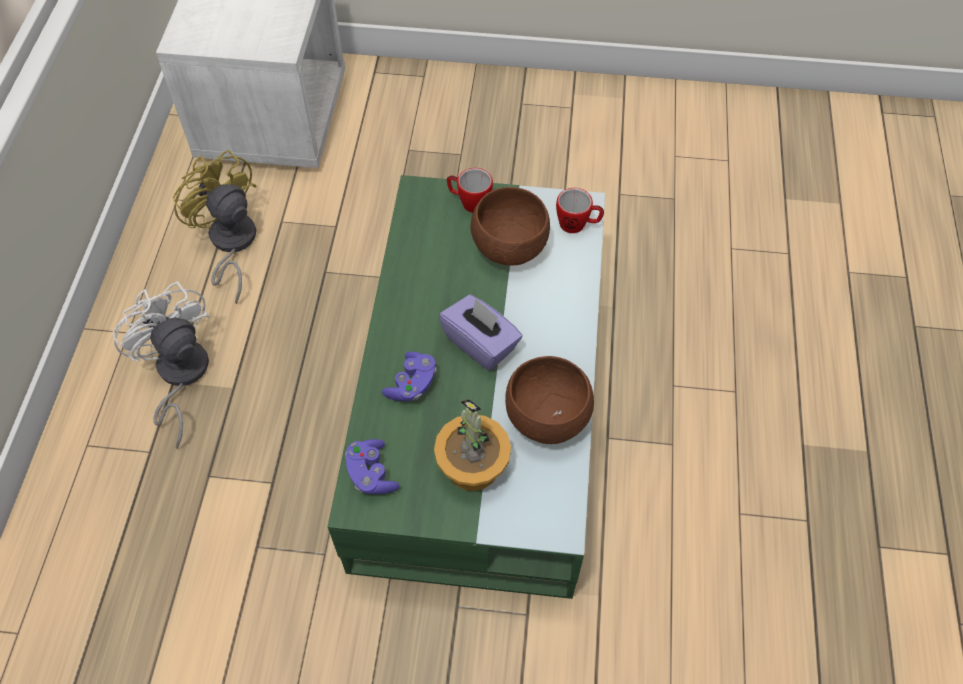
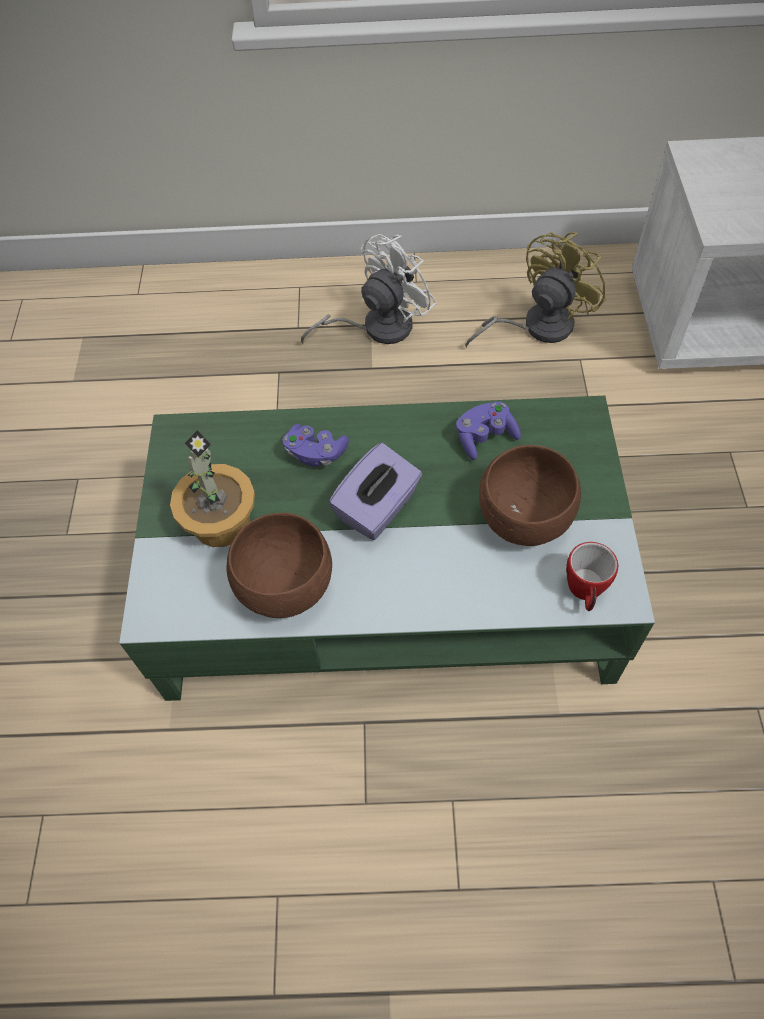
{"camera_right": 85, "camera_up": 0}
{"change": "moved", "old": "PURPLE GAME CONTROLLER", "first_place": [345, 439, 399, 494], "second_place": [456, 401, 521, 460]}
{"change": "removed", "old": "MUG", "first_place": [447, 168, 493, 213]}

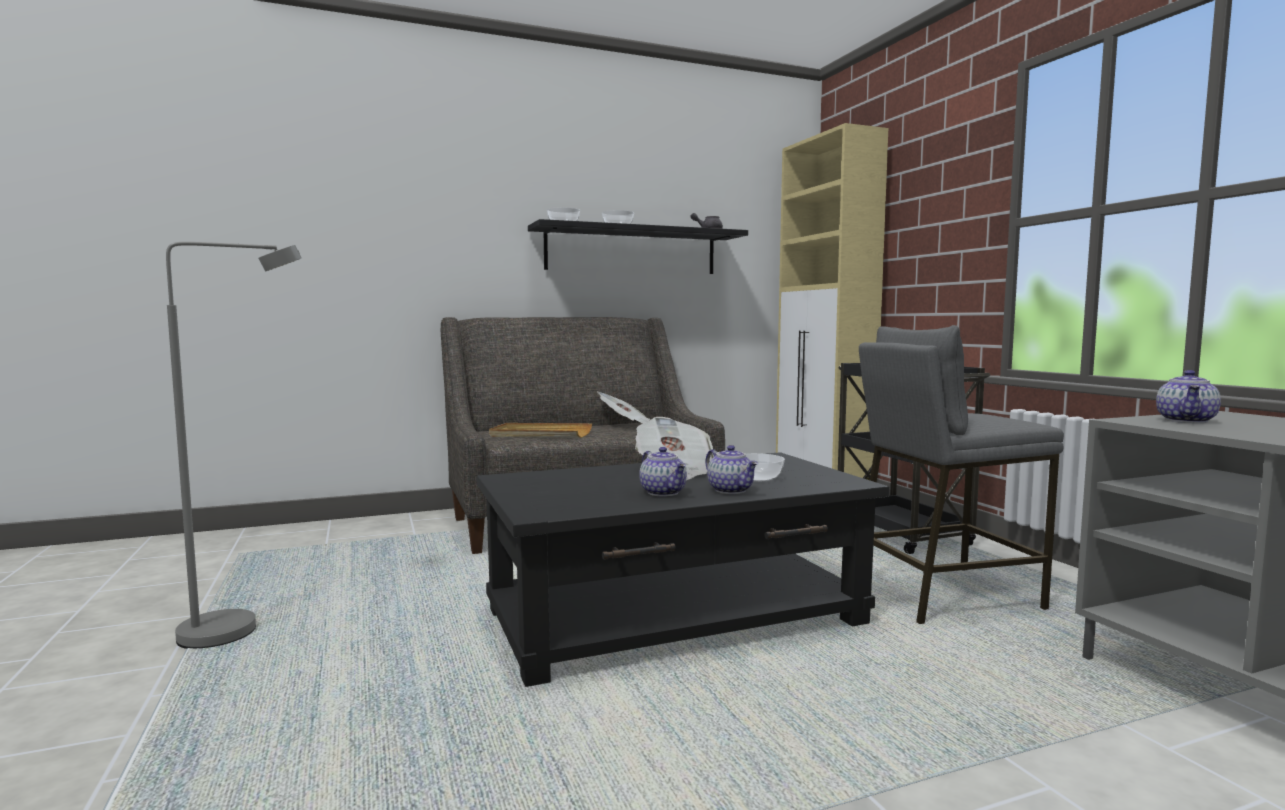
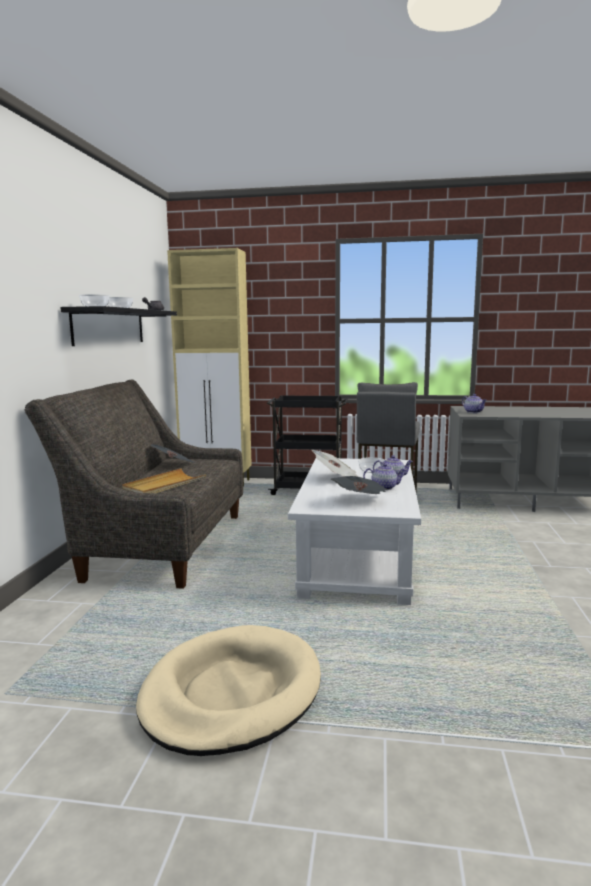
{"camera_right": -60, "camera_up": 5}
{"change": "replaced", "old": "GREY FLOOR LAMP", "new": "BEIGE DOG BED", "first_place": [166, 242, 301, 649], "second_place": [136, 625, 321, 756]}
{"change": "recoloured", "old": "BLACK COFFEE TABLE", "new": "WHITE COFFEE TABLE", "first_place": [476, 452, 889, 687], "second_place": [288, 458, 421, 605]}
{"change": "added", "new": "NEWSPAPER", "second_place": [331, 476, 387, 494]}

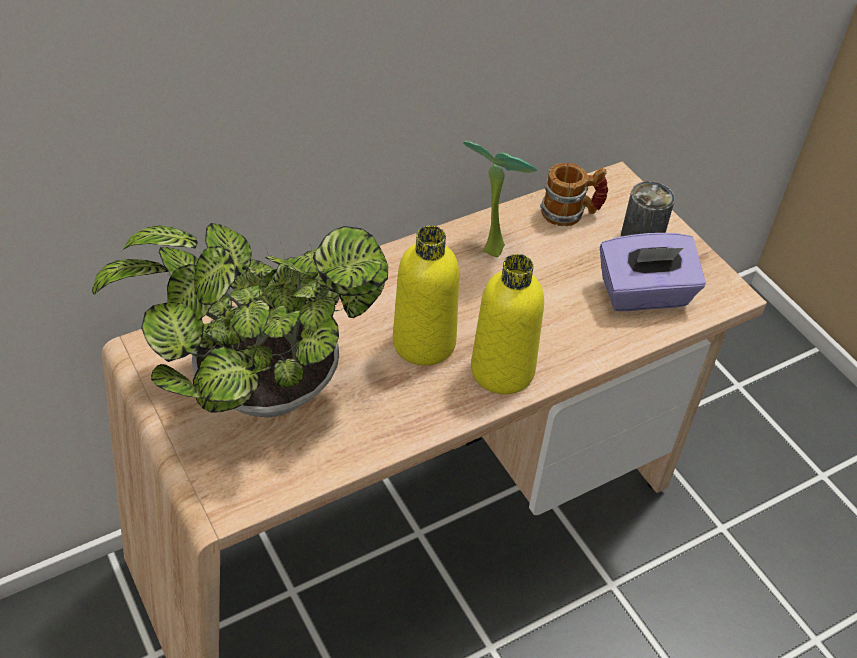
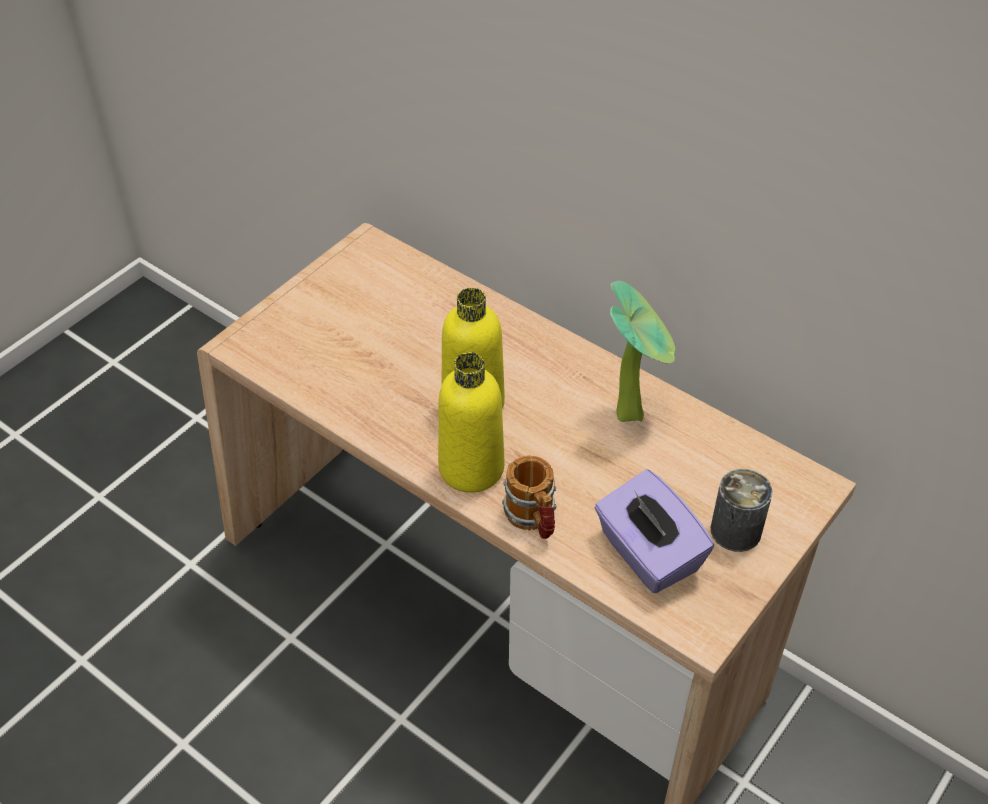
{"camera_right": 70, "camera_up": 0}
{"change": "removed", "old": "POTTED PLANT", "first_place": [92, 223, 388, 417]}
{"change": "moved", "old": "MUG", "first_place": [540, 163, 608, 226], "second_place": [502, 455, 557, 539]}

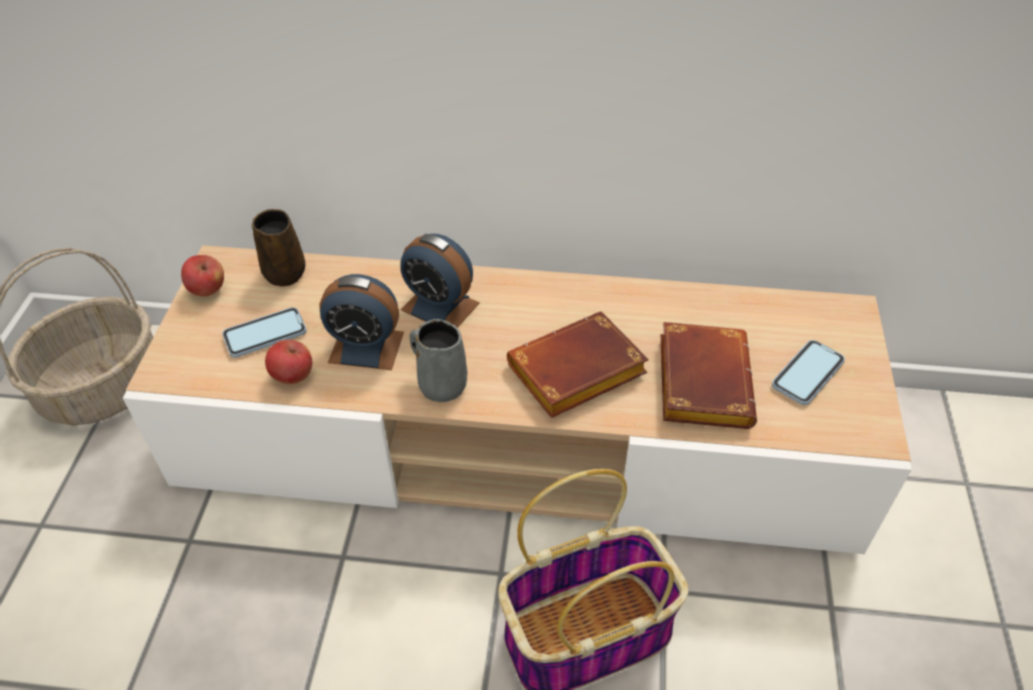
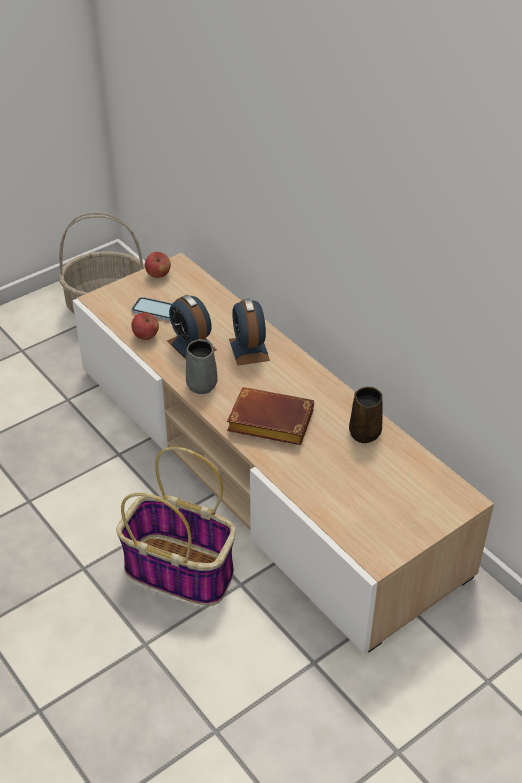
{"camera_right": 45, "camera_up": -5}
{"change": "moved", "old": "BROWN MUG", "first_place": [252, 209, 305, 286], "second_place": [349, 387, 382, 443]}
{"change": "removed", "old": "BROWN BOOK", "first_place": [661, 322, 757, 429]}
{"change": "removed", "old": "PHONE", "first_place": [772, 340, 845, 405]}

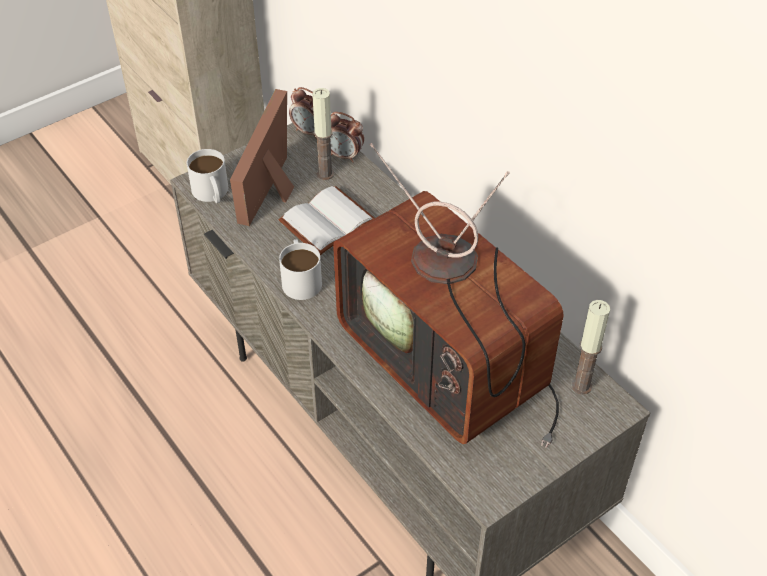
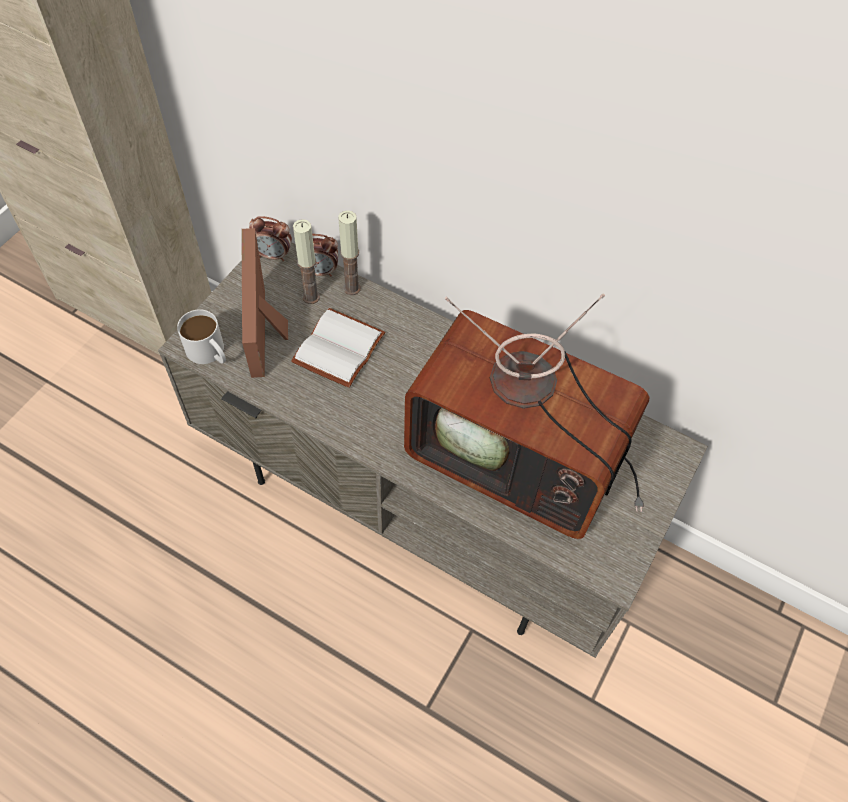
{"camera_right": -25, "camera_up": 10}
{"change": "removed", "old": "WHITE MUG", "first_place": [279, 239, 322, 300]}
{"change": "moved", "old": "CANDLE", "first_place": [571, 300, 610, 395], "second_place": [338, 210, 361, 295]}

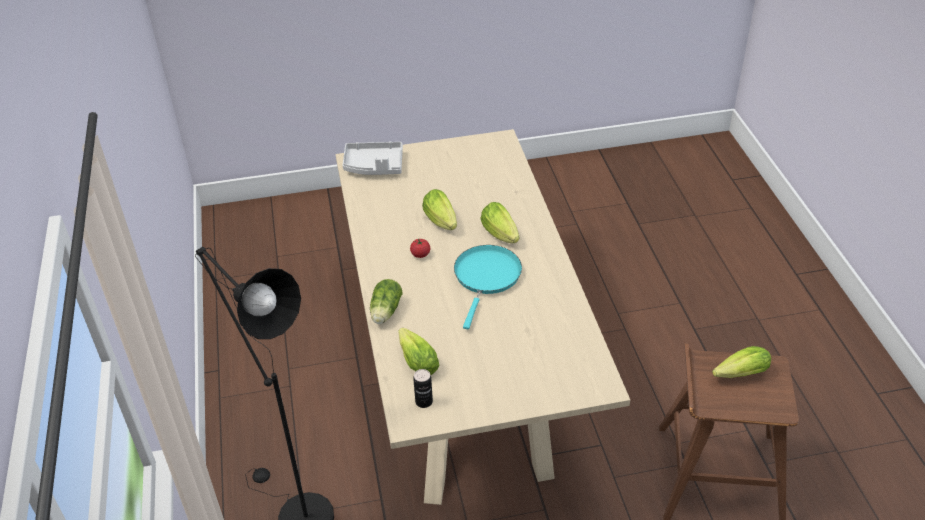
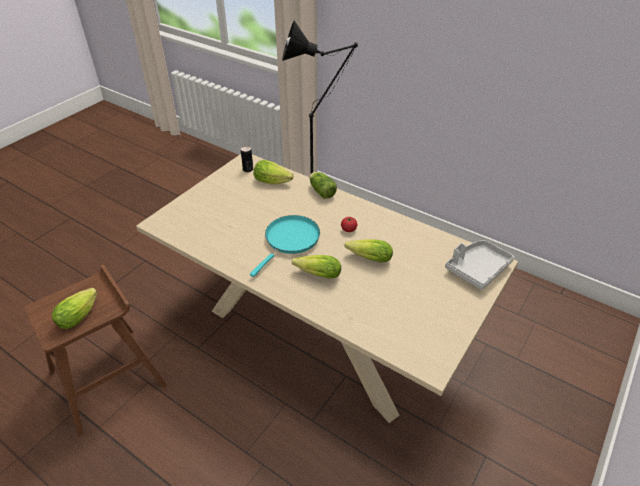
{"camera_right": 135, "camera_up": 0}
{"change": "turned", "old": "TURQUOISE FRYING PAN", "first_place": [454, 245, 522, 329], "second_place": [250, 215, 320, 277], "degrees": -120}

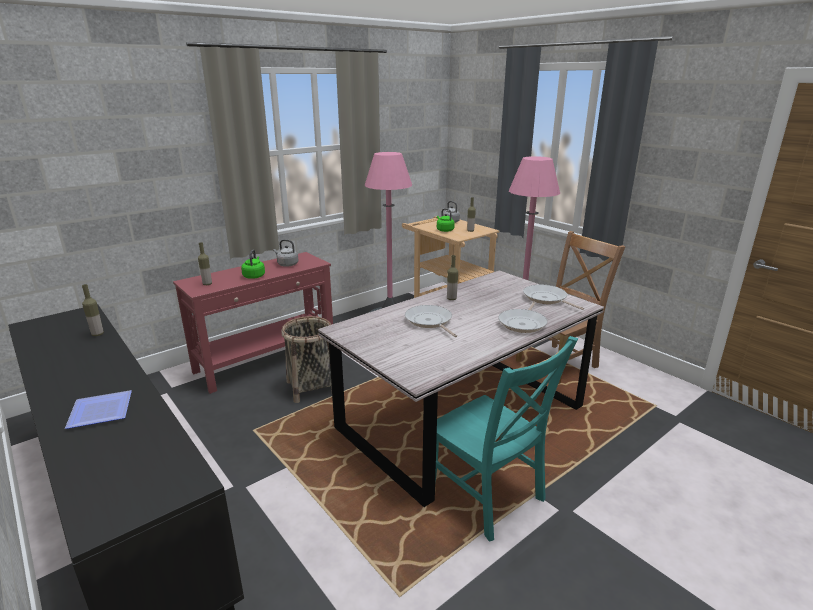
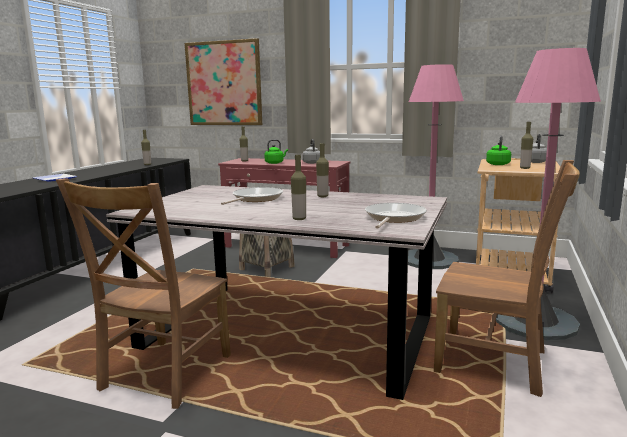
{"camera_right": 60, "camera_up": -10}
{"change": "recoloured", "old": "TURQUOISE CHAIR", "new": "BROWN CHAIR", "first_place": [435, 336, 579, 542], "second_place": [56, 178, 231, 409]}
{"change": "replaced", "old": "FRYING PAN", "new": "BOTTLE", "first_place": [498, 302, 548, 333], "second_place": [291, 154, 306, 220]}
{"change": "added", "new": "PICTURE", "second_place": [184, 38, 262, 125]}

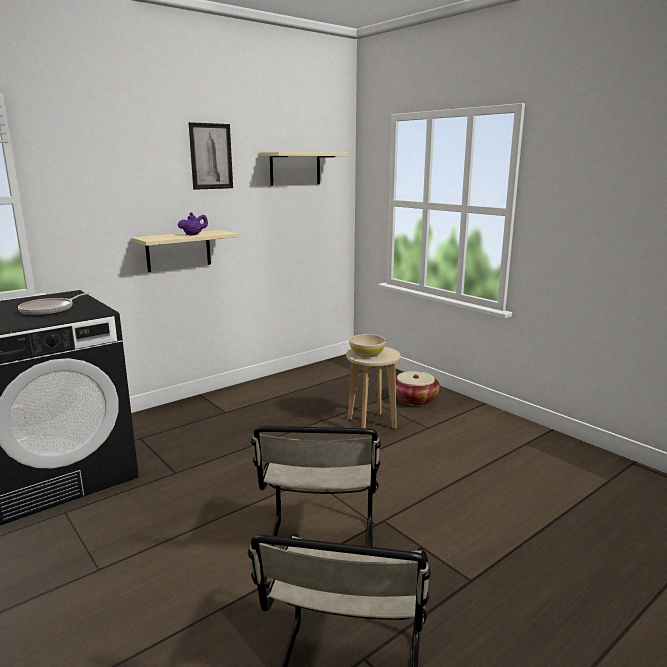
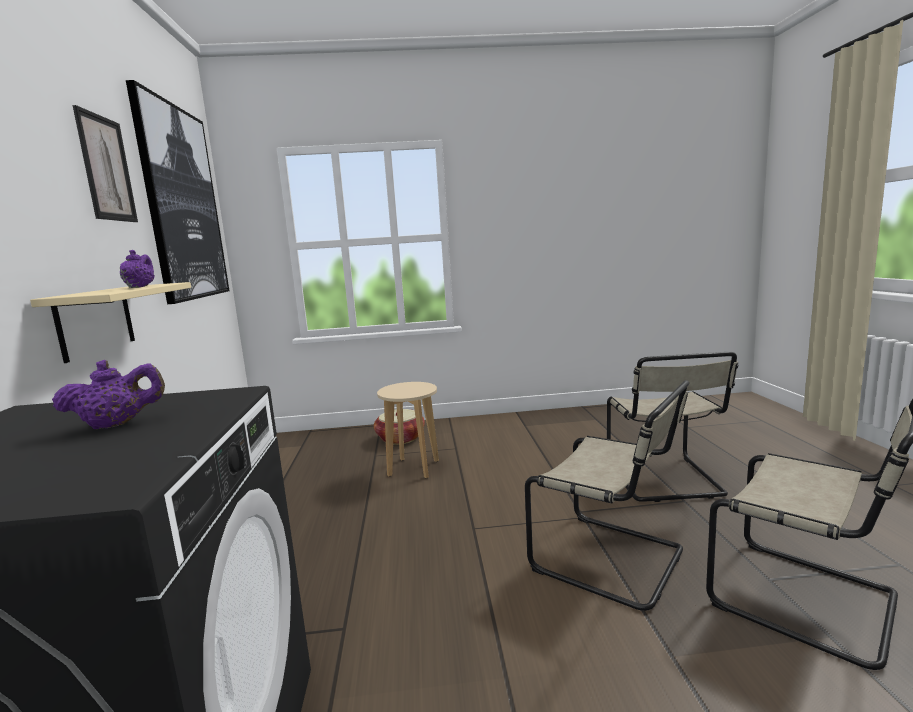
{"camera_right": -55, "camera_up": -5}
{"change": "replaced", "old": "FRYING PAN", "new": "PURPLE TEAPOT", "first_place": [18, 293, 90, 316], "second_place": [52, 360, 165, 429]}
{"change": "replaced", "old": "BEIGE SHELF", "new": "PICTURE", "first_place": [259, 152, 348, 186], "second_place": [126, 80, 229, 304]}
{"change": "removed", "old": "BEIGE BOWL", "first_place": [349, 334, 386, 357]}
{"change": "added", "new": "BEIGE CHAIR", "second_place": [607, 352, 738, 502]}

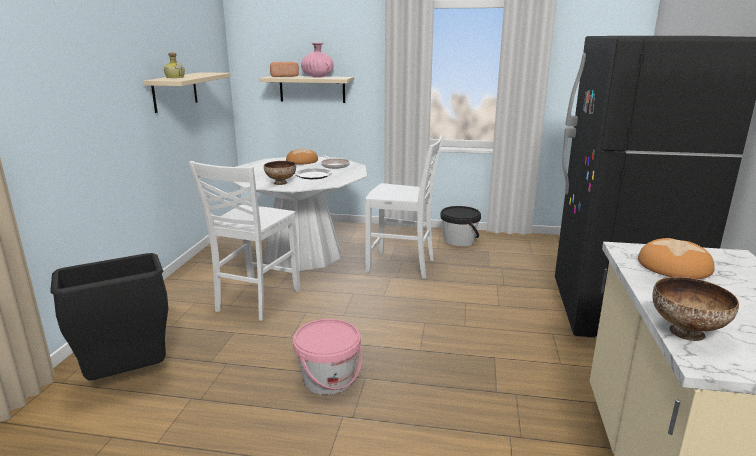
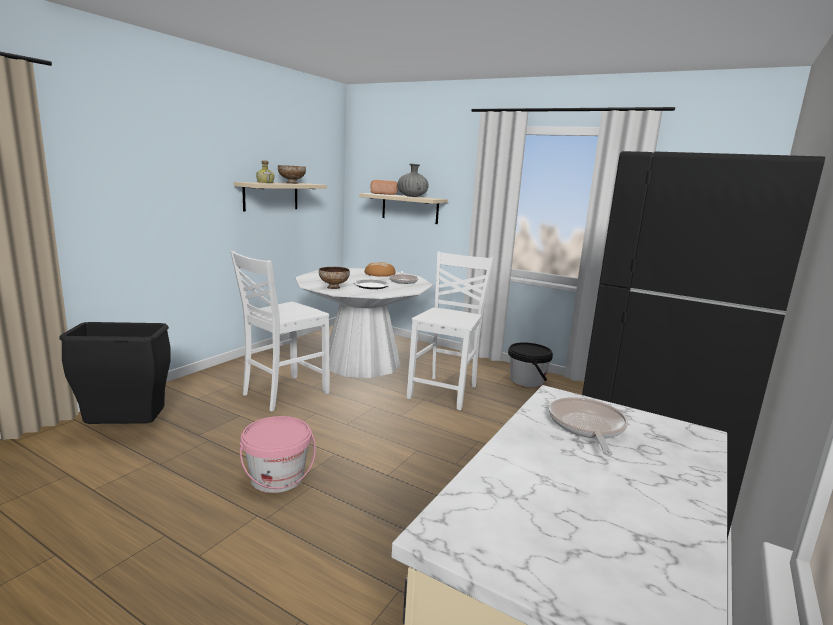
{"camera_right": 20, "camera_up": -5}
{"change": "recoloured", "old": "PINK VASE", "new": "GREY VASE", "first_place": [301, 43, 334, 77], "second_place": [397, 164, 429, 197]}
{"change": "turned", "old": "WHITE CHAIR", "first_place": [365, 134, 443, 279], "second_place": [407, 251, 494, 411], "degrees": -105}
{"change": "replaced", "old": "BREAD", "new": "FRYING PAN", "first_place": [638, 238, 715, 279], "second_place": [549, 397, 628, 456]}
{"change": "moved", "old": "BOWL", "first_place": [652, 277, 739, 341], "second_place": [278, 165, 306, 184]}

